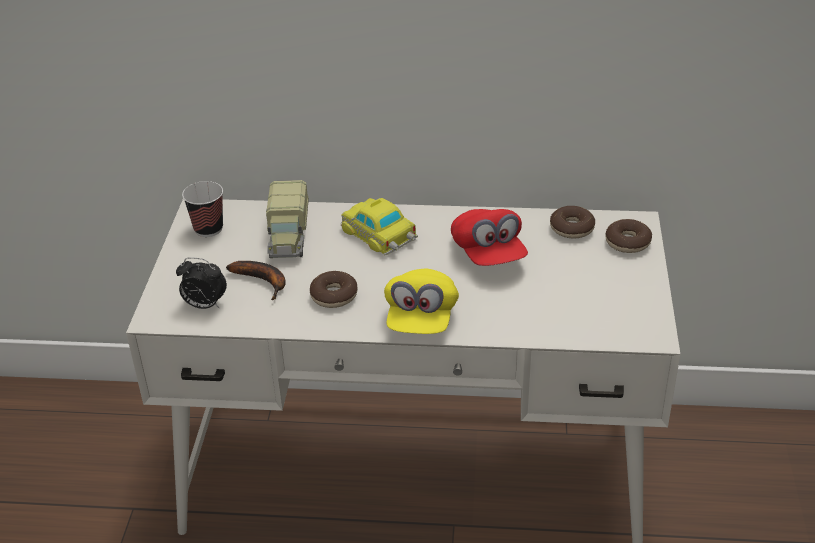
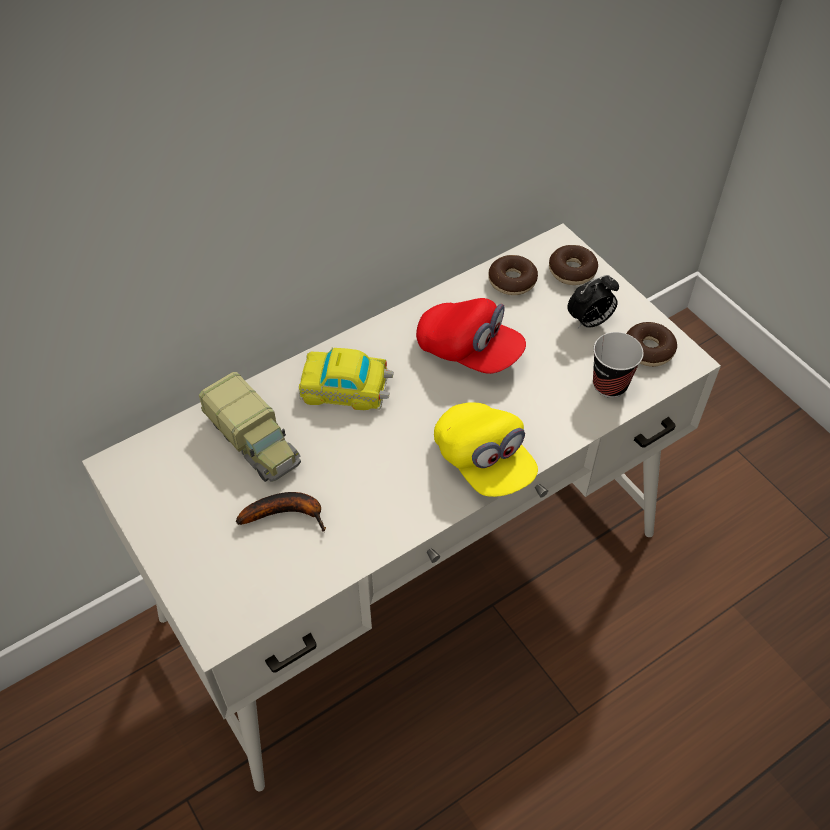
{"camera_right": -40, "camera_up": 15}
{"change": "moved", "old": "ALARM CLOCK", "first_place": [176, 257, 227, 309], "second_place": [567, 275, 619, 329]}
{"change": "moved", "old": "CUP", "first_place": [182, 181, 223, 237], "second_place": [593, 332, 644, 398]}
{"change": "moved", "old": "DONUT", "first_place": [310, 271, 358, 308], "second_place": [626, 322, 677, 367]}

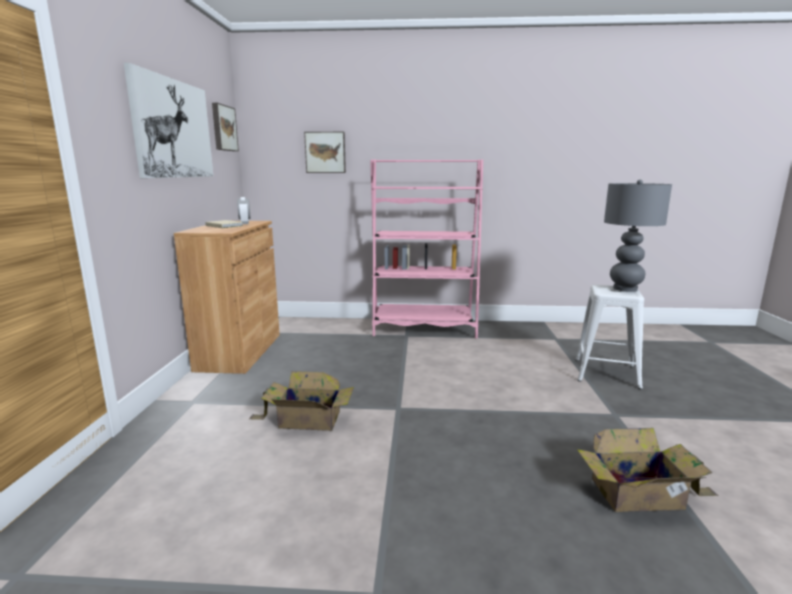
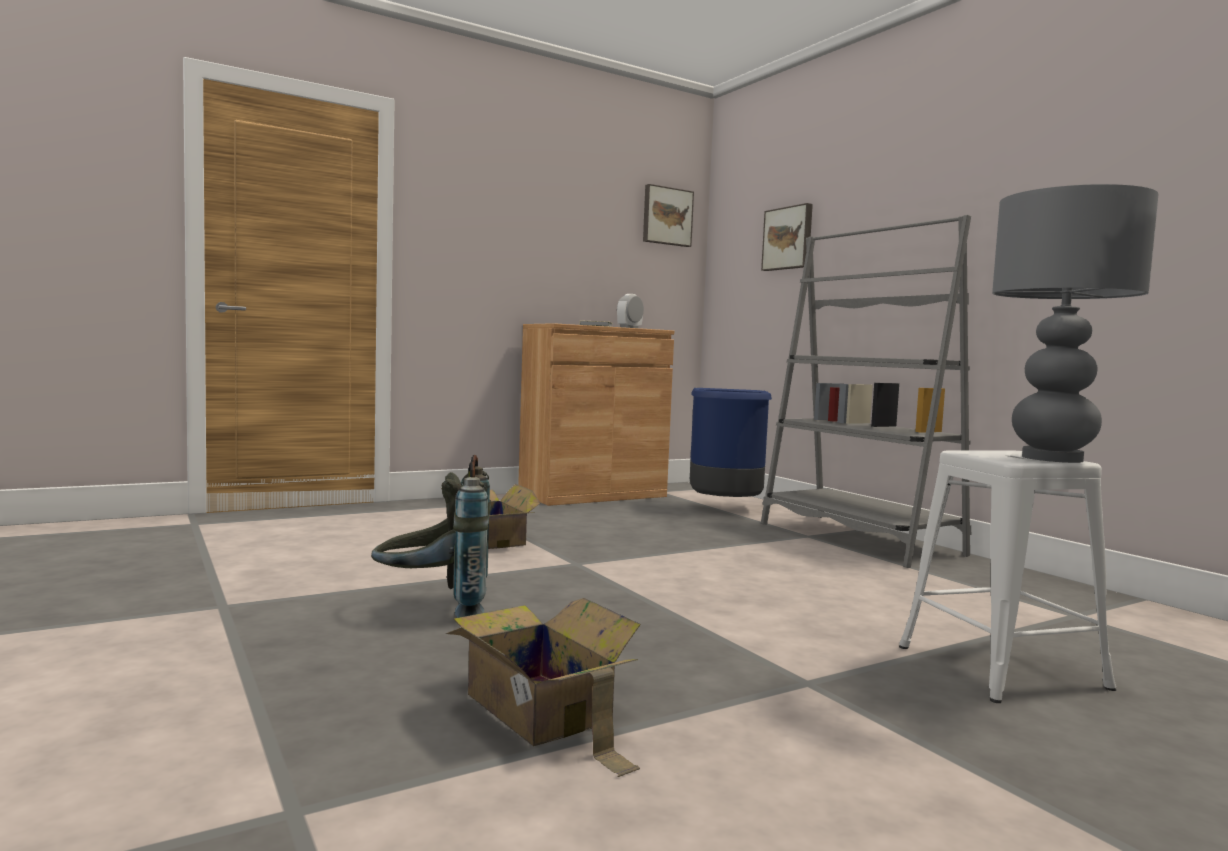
{"camera_right": 55, "camera_up": -10}
{"change": "removed", "old": "PICTURE", "first_place": [124, 63, 213, 178]}
{"change": "recoloured", "old": "PINK BOOKCASE", "new": "GREY BOOKCASE", "first_place": [370, 159, 483, 339], "second_place": [761, 215, 971, 568]}
{"change": "added", "new": "GREY BACKPACK", "second_place": [371, 455, 491, 618]}
{"change": "added", "new": "BLUE TRASH CAN", "second_place": [690, 388, 772, 497]}

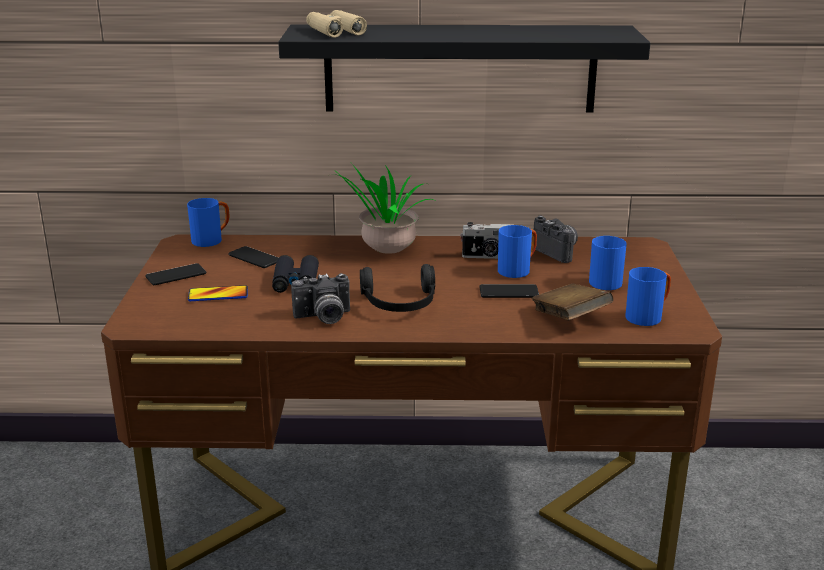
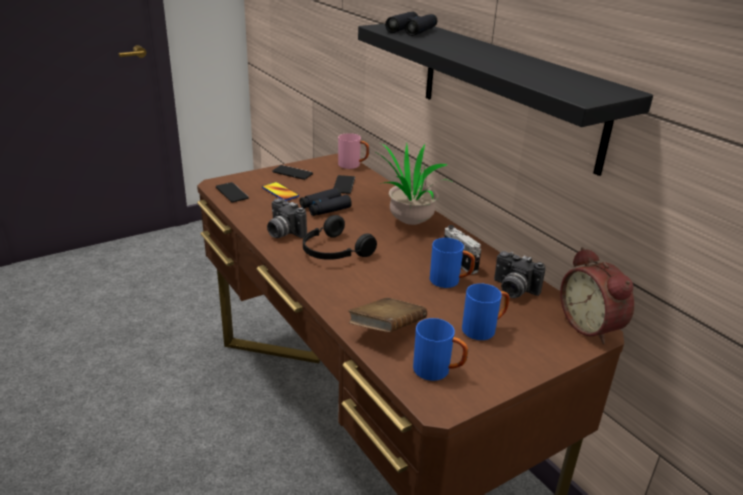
{"camera_right": 55, "camera_up": 5}
{"change": "recoloured", "old": "BLUE MUG", "new": "PINK MUG", "first_place": [187, 198, 229, 247], "second_place": [338, 133, 369, 169]}
{"change": "recoloured", "old": "BEIGE BINOCULARS", "new": "BLACK BINOCULARS", "first_place": [306, 10, 367, 38], "second_place": [385, 12, 437, 36]}
{"change": "moved", "old": "PHONE", "first_place": [479, 284, 539, 298], "second_place": [216, 182, 249, 202]}
{"change": "turned", "old": "PHOTO CAMERA", "first_place": [533, 215, 578, 263], "second_place": [494, 251, 545, 298], "degrees": 105}
{"change": "added", "new": "ALARM CLOCK", "second_place": [560, 247, 634, 344]}

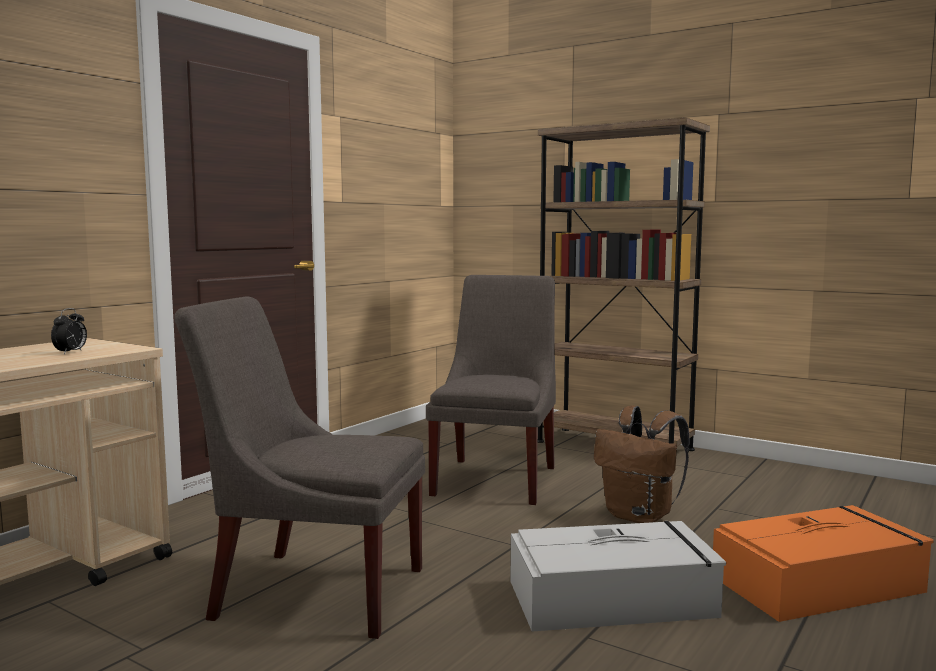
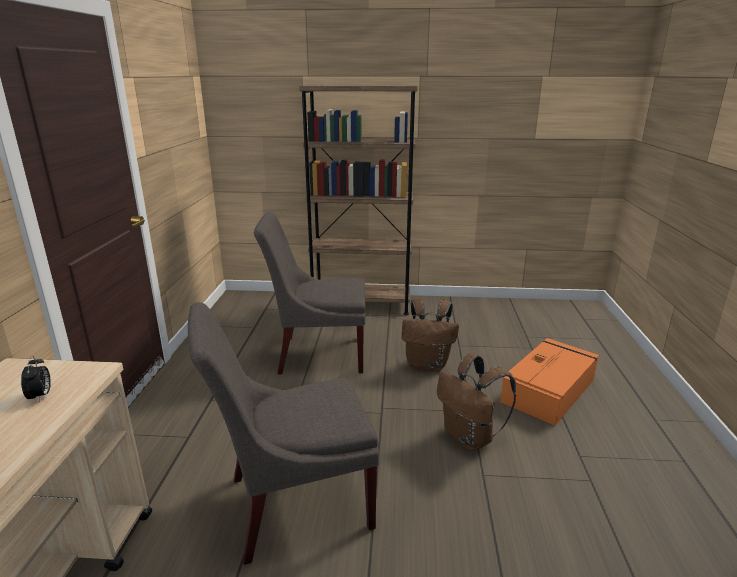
{"camera_right": -30, "camera_up": 15}
{"change": "turned", "old": "GREY CHAIR", "first_place": [426, 275, 556, 505], "second_place": [254, 212, 365, 374], "degrees": -75}
{"change": "replaced", "old": "GREY STORAGE BOX", "new": "BROWN BACKPACK", "first_place": [511, 521, 726, 631], "second_place": [437, 354, 516, 451]}

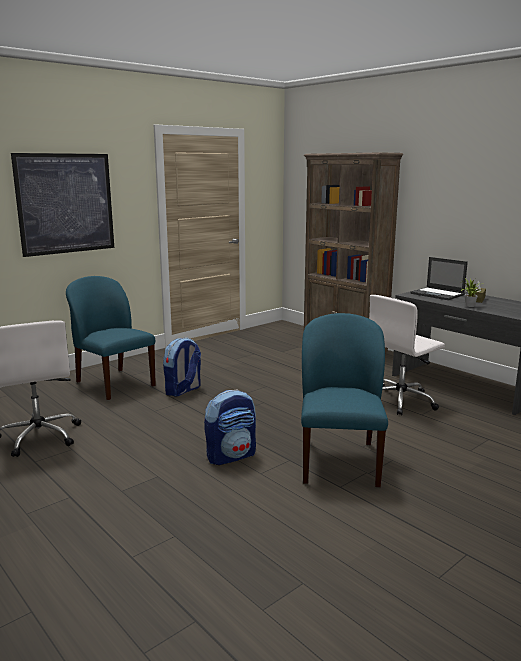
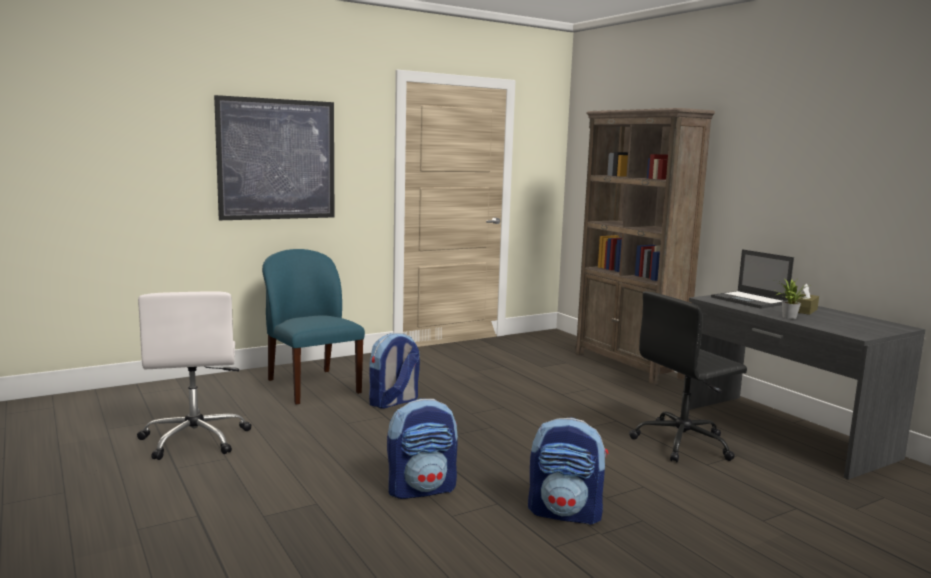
{"camera_right": 10, "camera_up": -5}
{"change": "replaced", "old": "BLUE CHAIR", "new": "BACKPACK", "first_place": [301, 313, 388, 487], "second_place": [528, 417, 609, 525]}
{"change": "recoloured", "old": "WHITE OFFICE CHAIR", "new": "BLACK OFFICE CHAIR", "first_place": [369, 295, 445, 415], "second_place": [629, 291, 747, 462]}

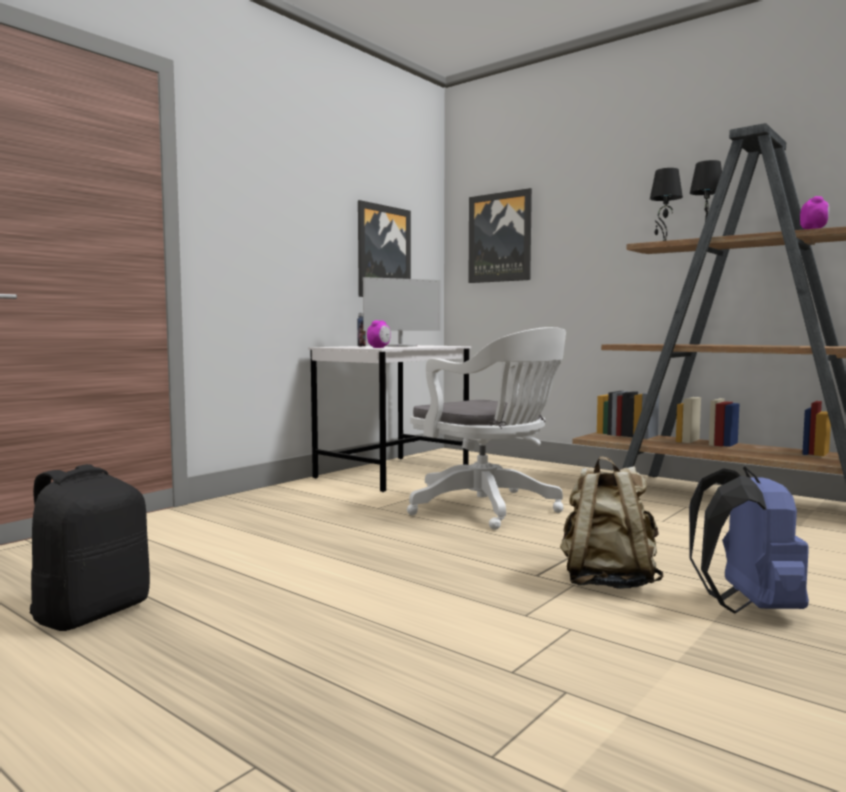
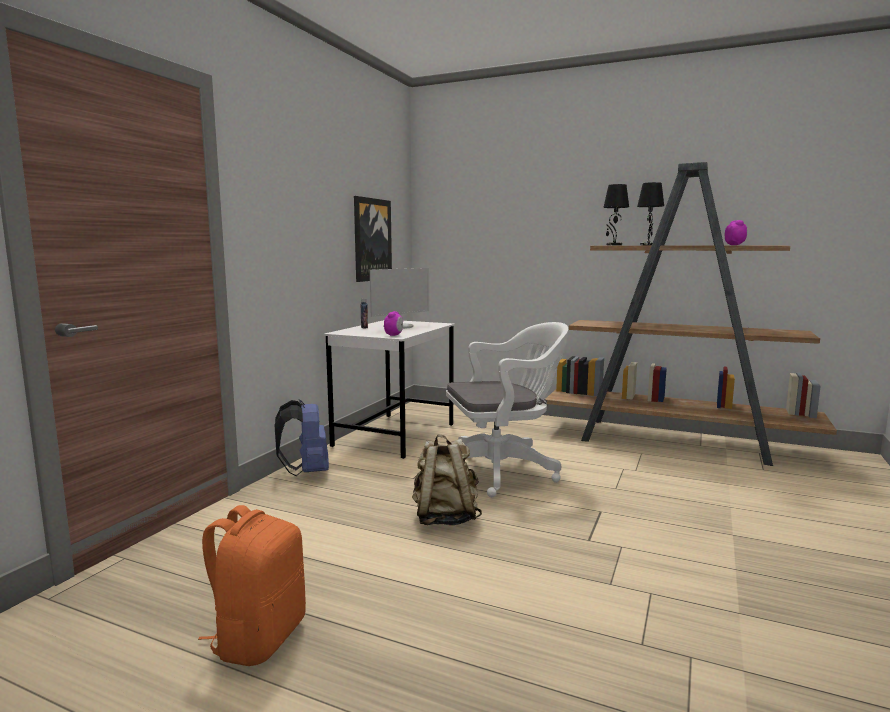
{"camera_right": -15, "camera_up": 5}
{"change": "recoloured", "old": "BLACK BACKPACK", "new": "ORANGE BACKPACK", "first_place": [29, 464, 150, 631], "second_place": [198, 505, 306, 666]}
{"change": "turned", "old": "WHITE OFFICE CHAIR", "first_place": [407, 327, 566, 530], "second_place": [446, 322, 568, 497], "degrees": -45}
{"change": "removed", "old": "PICTURE", "first_place": [468, 188, 532, 283]}
{"change": "moved", "old": "BEIGE BACKPACK", "first_place": [560, 456, 663, 589], "second_place": [412, 434, 482, 525]}
{"change": "moved", "old": "BLUE BACKPACK", "first_place": [689, 466, 809, 614], "second_place": [274, 399, 329, 476]}

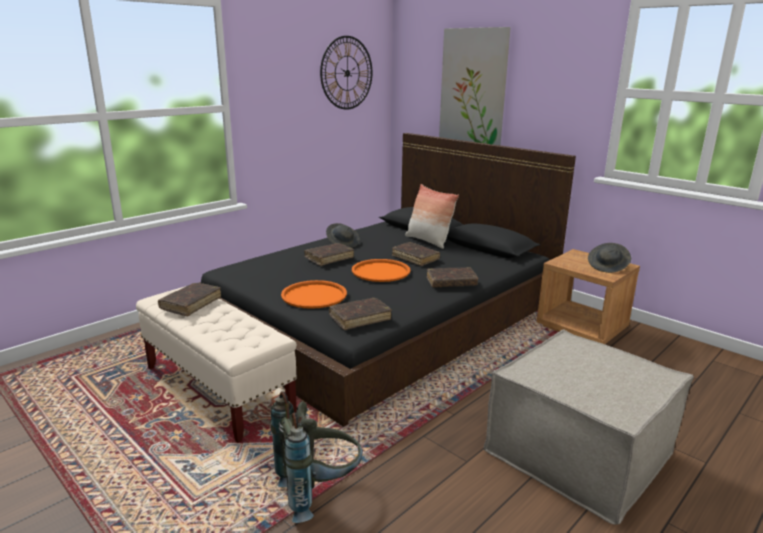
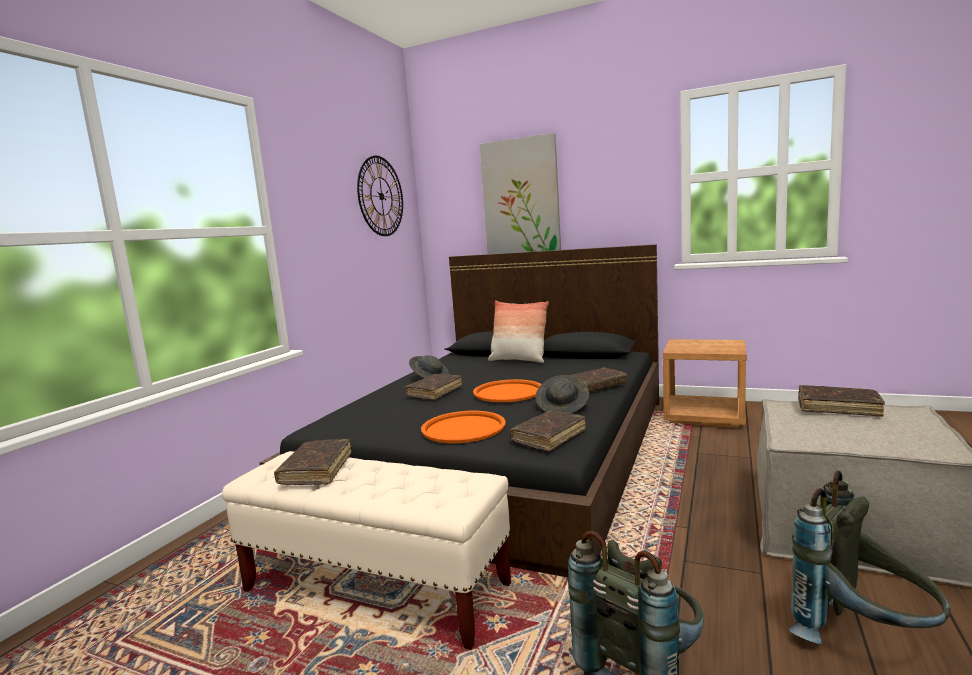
{"camera_right": -20, "camera_up": -10}
{"change": "moved", "old": "BROWN BOOK", "first_place": [392, 242, 440, 266], "second_place": [798, 385, 885, 417]}
{"change": "moved", "old": "GREY HAT", "first_place": [588, 243, 631, 273], "second_place": [535, 375, 589, 414]}
{"change": "added", "new": "GREY BACKPACK", "second_place": [789, 471, 950, 644]}

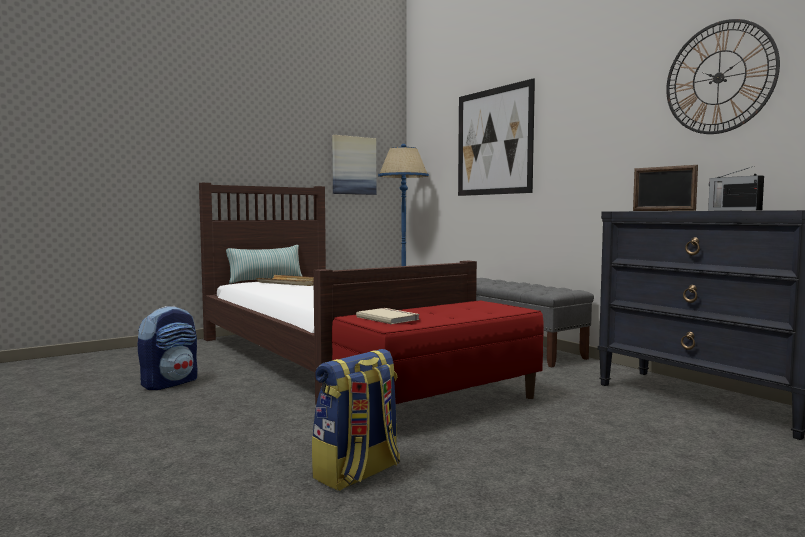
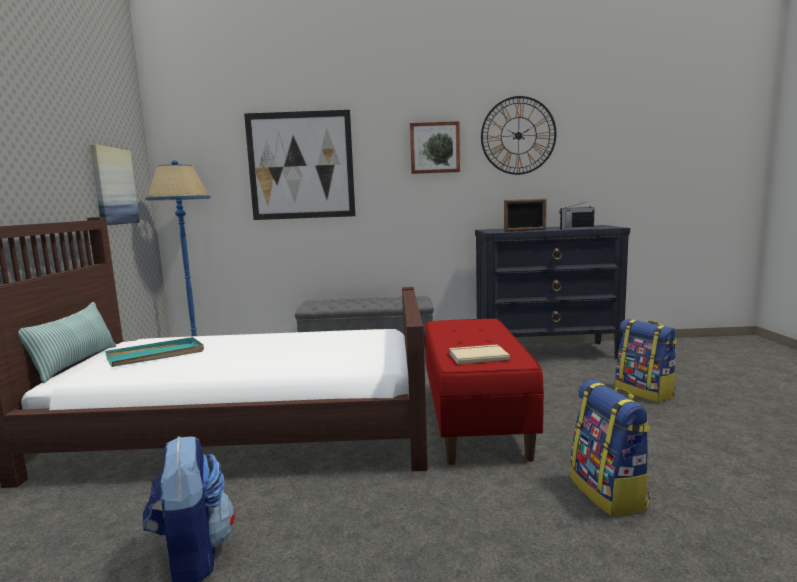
{"camera_right": -55, "camera_up": 5}
{"change": "recoloured", "old": "BEIGE TRAY", "new": "TURQUOISE TRAY", "first_place": [256, 275, 314, 286], "second_place": [105, 337, 204, 367]}
{"change": "added", "new": "PICTURE", "second_place": [410, 121, 460, 174]}
{"change": "added", "new": "BACKPACK", "second_place": [615, 319, 677, 403]}

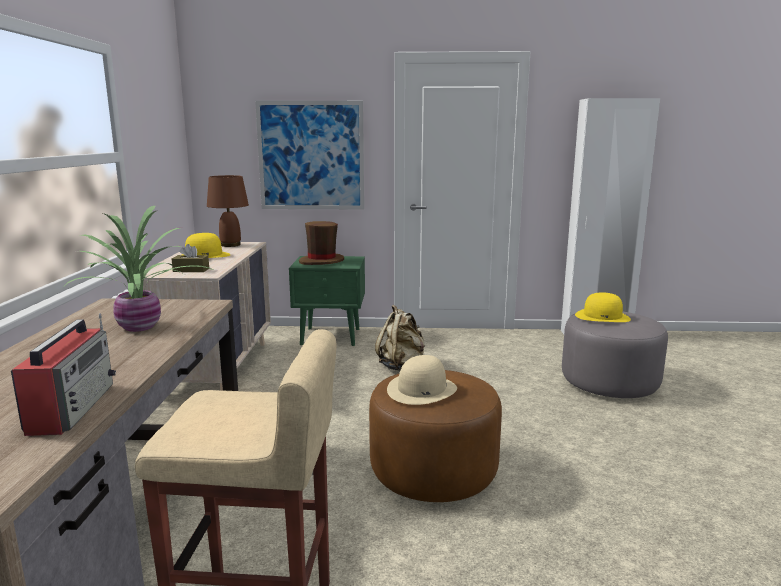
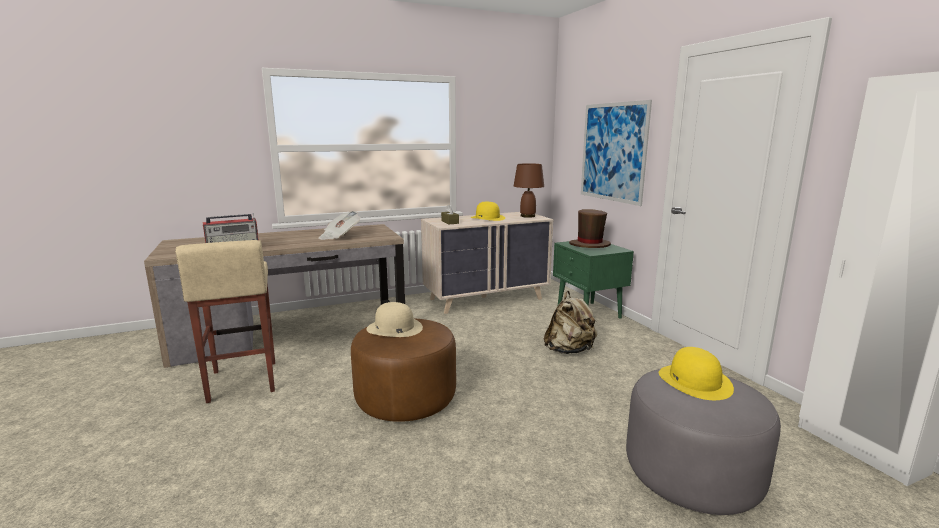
{"camera_right": 65, "camera_up": 0}
{"change": "replaced", "old": "POTTED PLANT", "new": "NEWSPAPER", "first_place": [63, 205, 217, 332], "second_place": [318, 211, 360, 240]}

